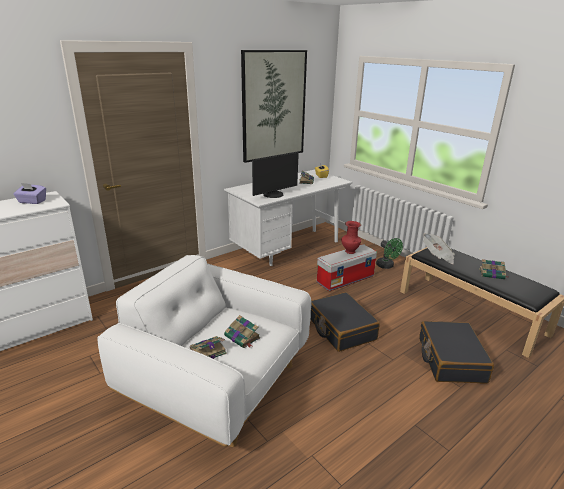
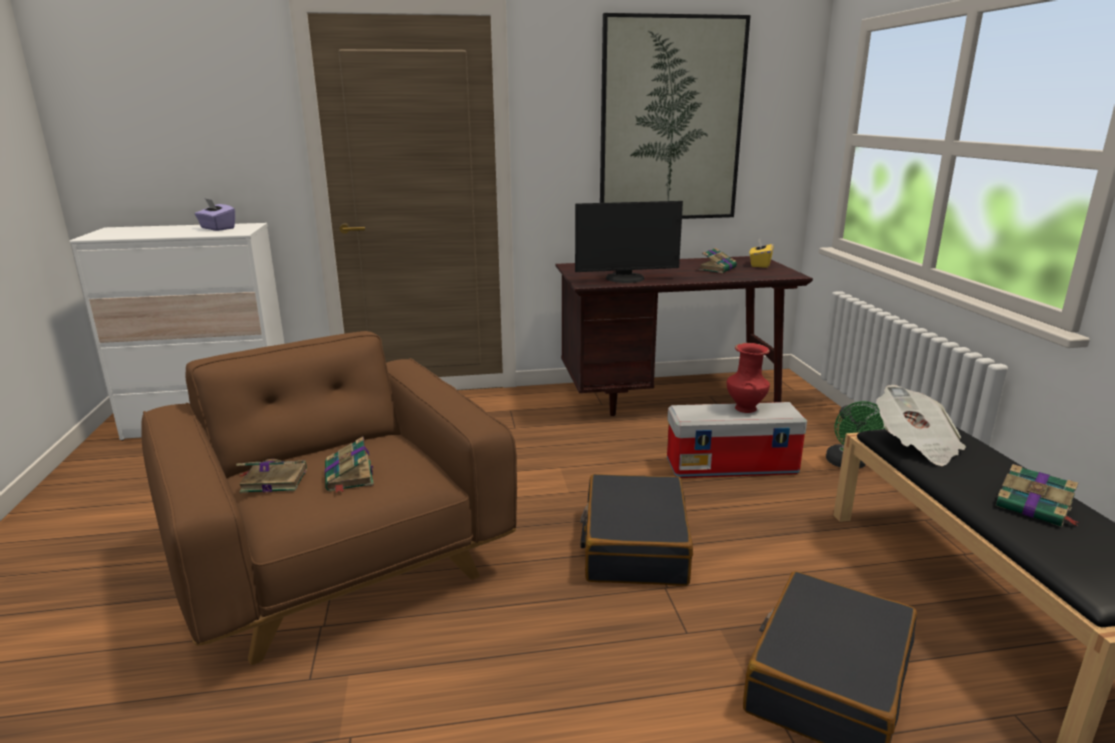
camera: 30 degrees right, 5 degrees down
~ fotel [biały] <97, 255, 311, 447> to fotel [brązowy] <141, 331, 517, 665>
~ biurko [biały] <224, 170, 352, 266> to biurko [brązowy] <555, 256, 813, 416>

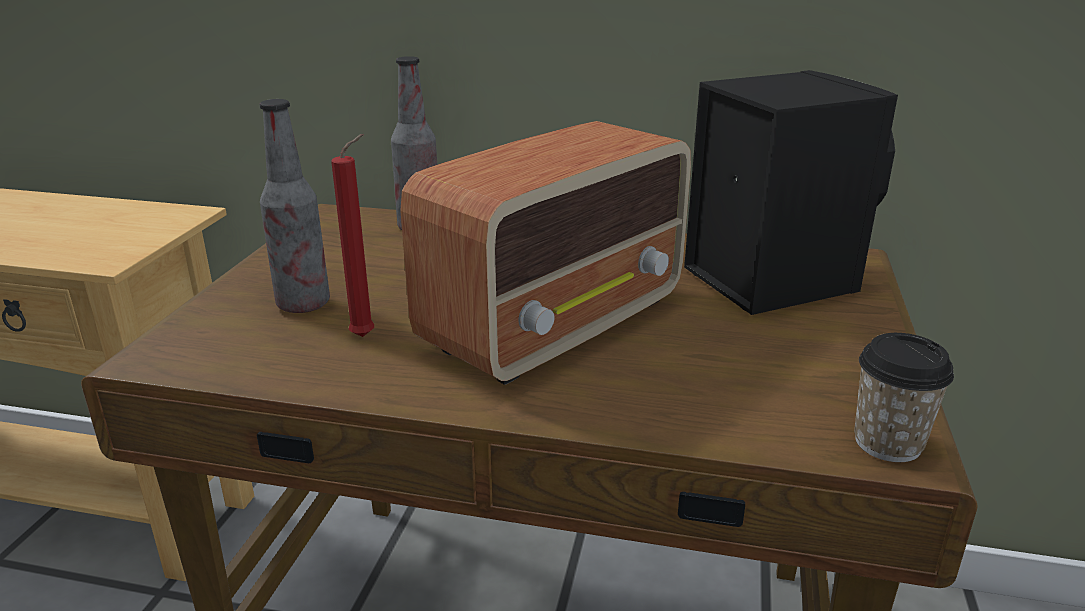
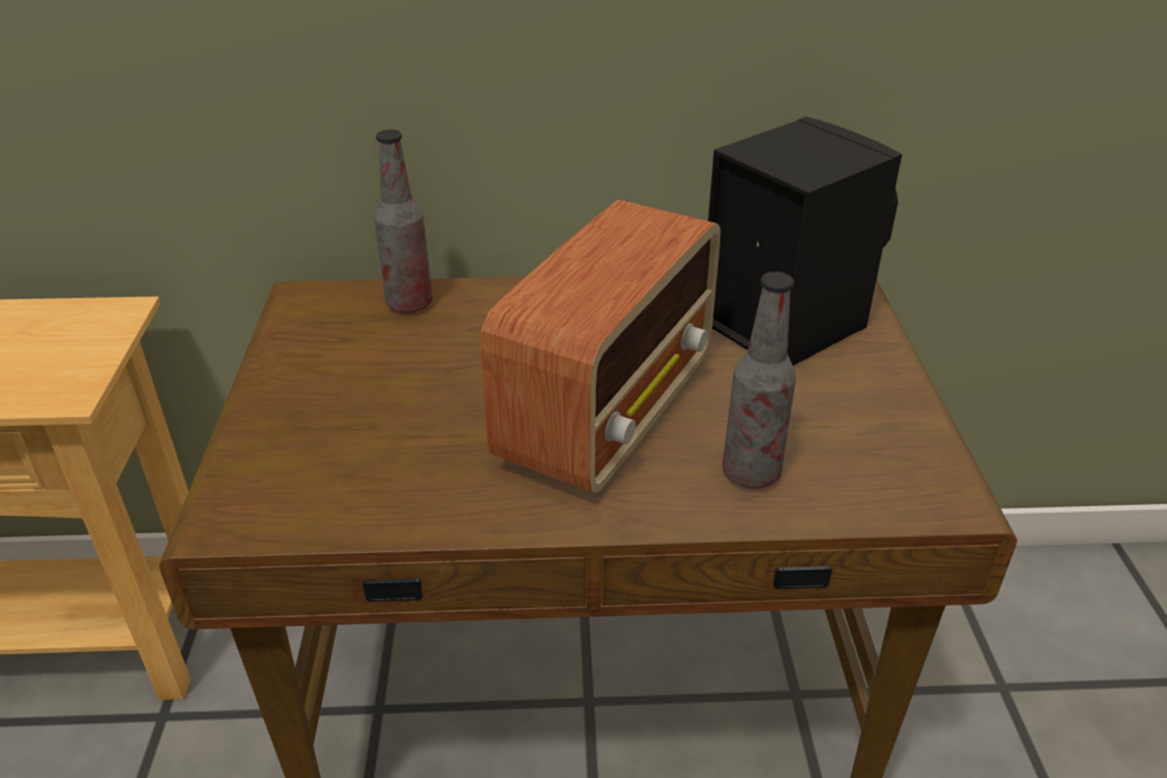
camera: 15 degrees left, 10 degrees up
- świeca [czerwony] <331, 134, 374, 337>
- filiżanka <854, 333, 954, 462>
~ butelka <260, 99, 330, 313> to <723, 272, 796, 489>

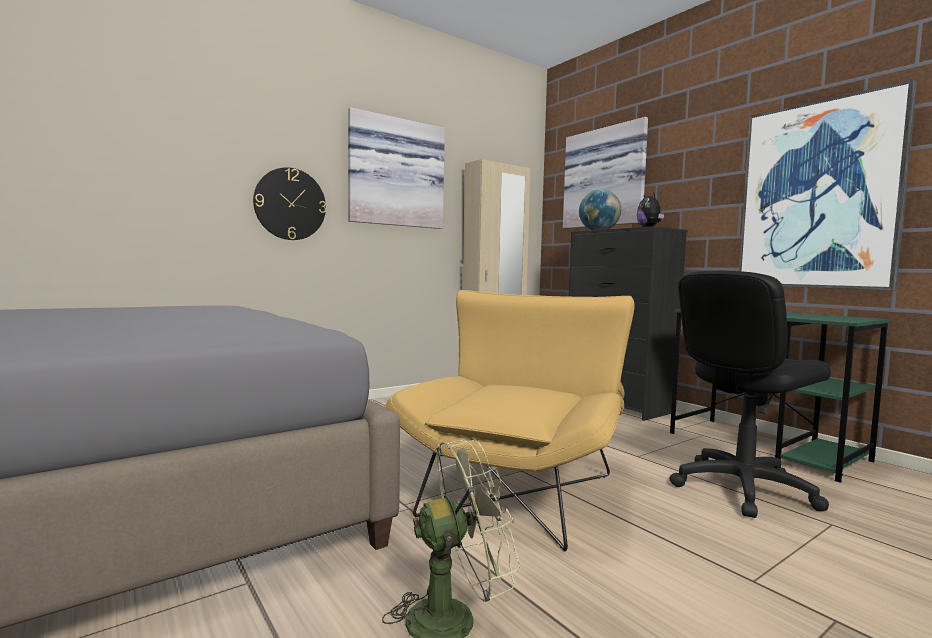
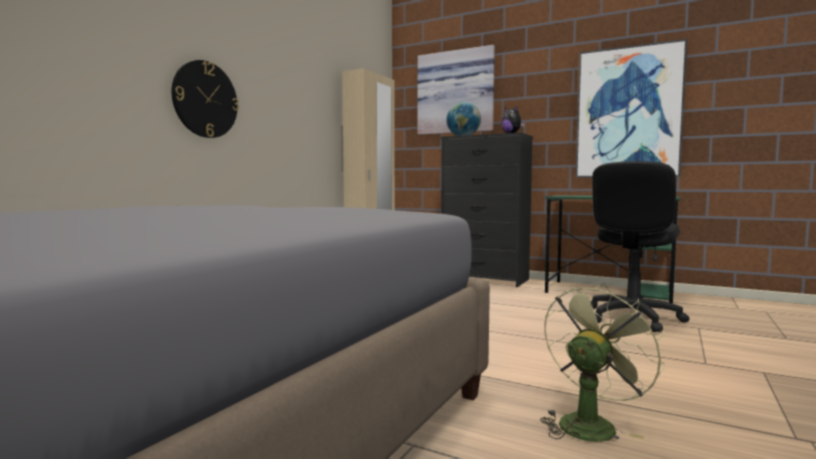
camera: 25 degrees left, 0 degrees up
- obraz <348, 107, 445, 229>
- fotel [żółty] <385, 290, 635, 551>

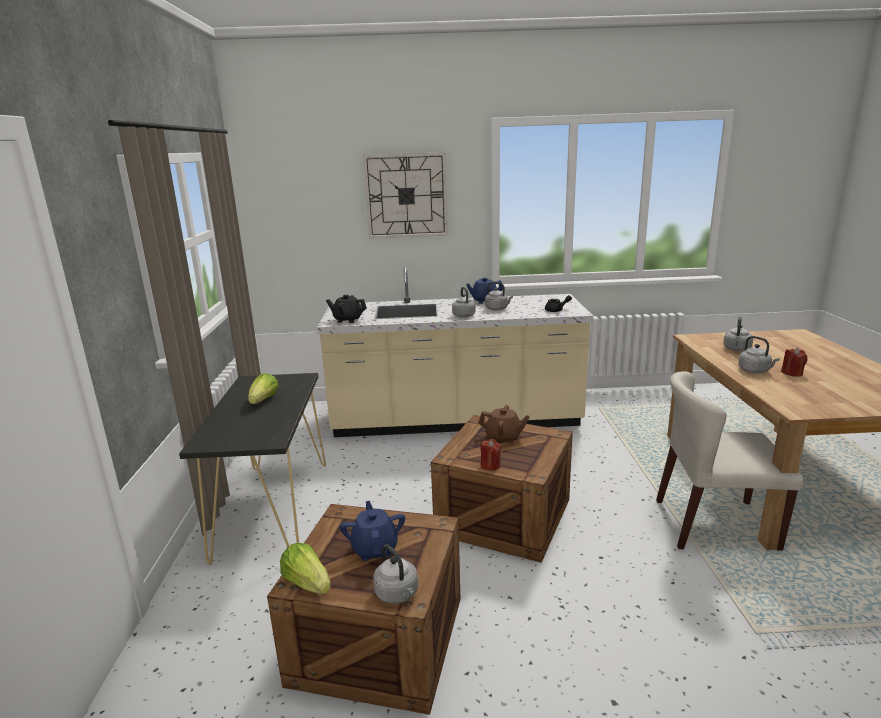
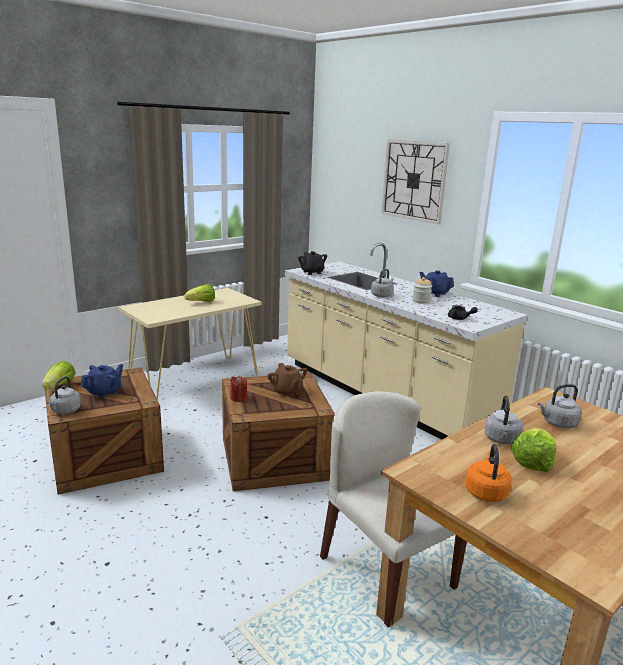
camera: 50 degrees right, 0 degrees up
+ czajnik [pomarańczowy] <465, 444, 512, 502>
~ czajnik [szary] <485, 282, 513, 311> to słoik <412, 277, 432, 304>
~ świeca [czerwony] <781, 348, 808, 377> to sałata <511, 428, 556, 472>
~ stolik konsolowy [czarny] <179, 373, 326, 565> to stolik konsolowy [beżowy] <119, 288, 261, 400>

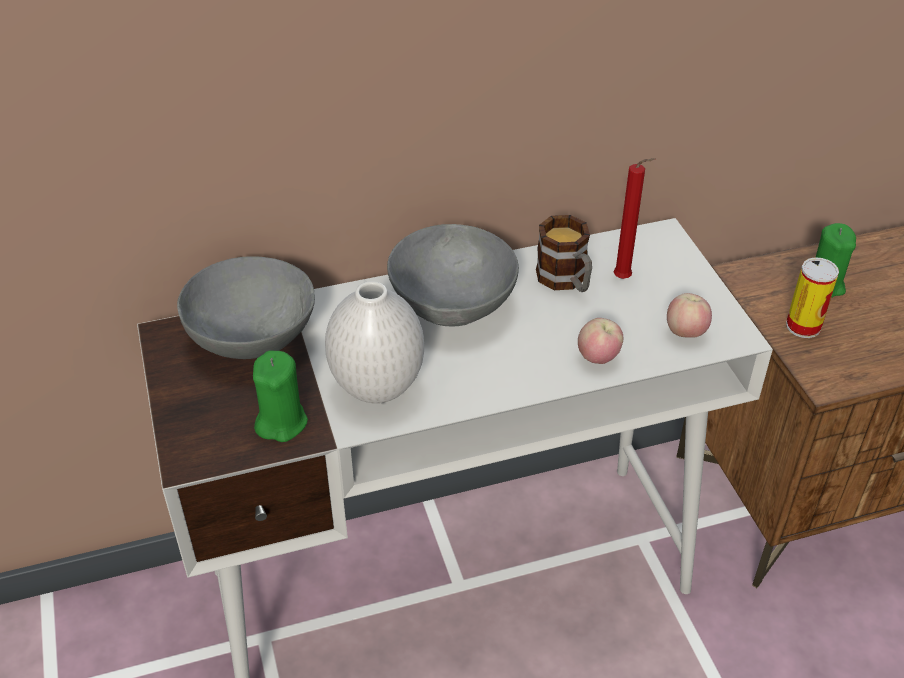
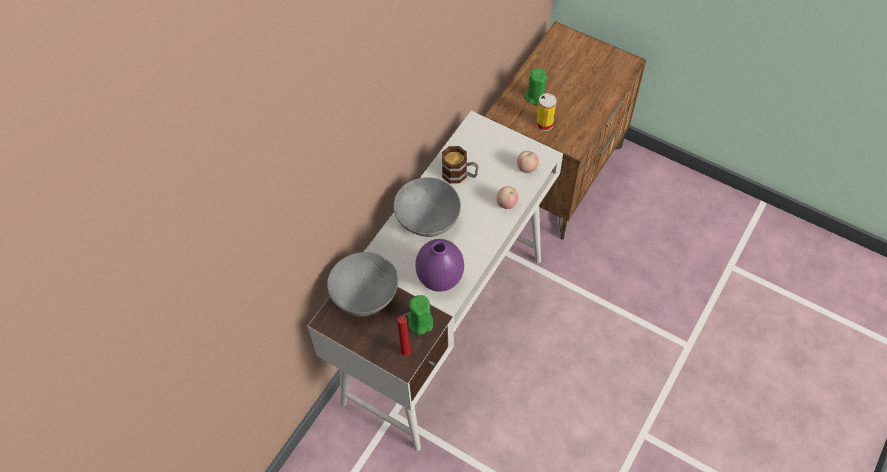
camera: 40 degrees left, 15 degrees up
~ świeca [czerwony] <613, 158, 655, 279> to <397, 312, 411, 356>
~ wazon [biały] <325, 281, 424, 404> to wazon [fioletowy] <415, 239, 464, 292>

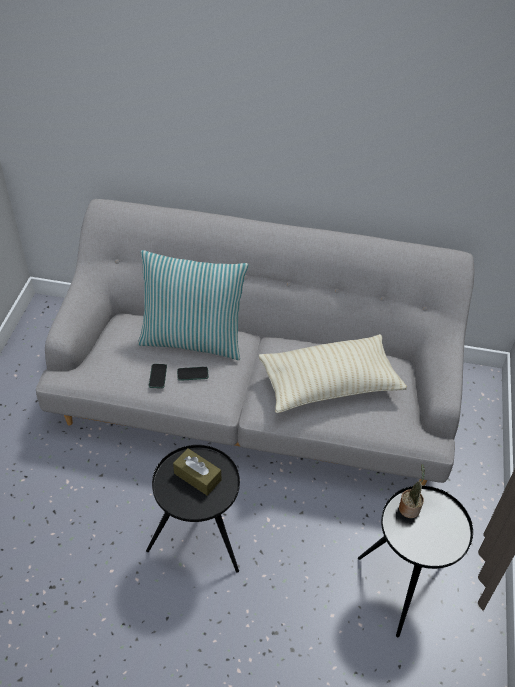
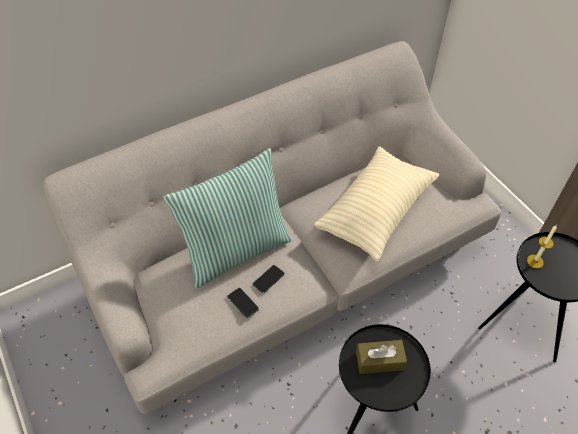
camera: 40 degrees left, 5 degrees up
~ roślina doniczkowa <399, 464, 425, 518> to świeca <527, 225, 557, 268>

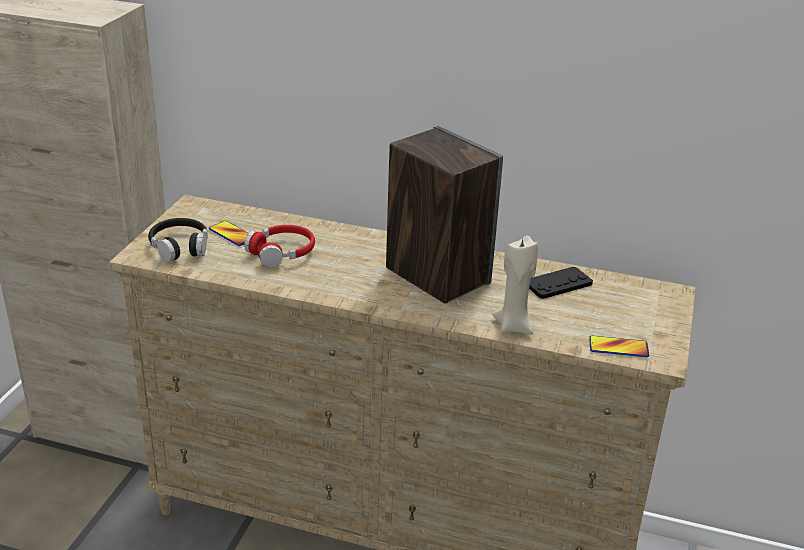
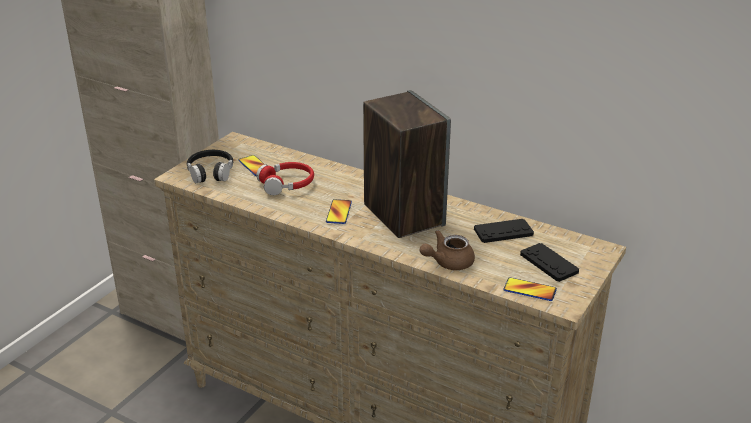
camera: 15 degrees right, 0 degrees up
+ telefon <326, 199, 352, 224>
+ pad do gier [czarny] <520, 243, 579, 282>
~ świeca [beżowy] <492, 236, 538, 335> to imbryk [brązowy] <420, 230, 475, 270>

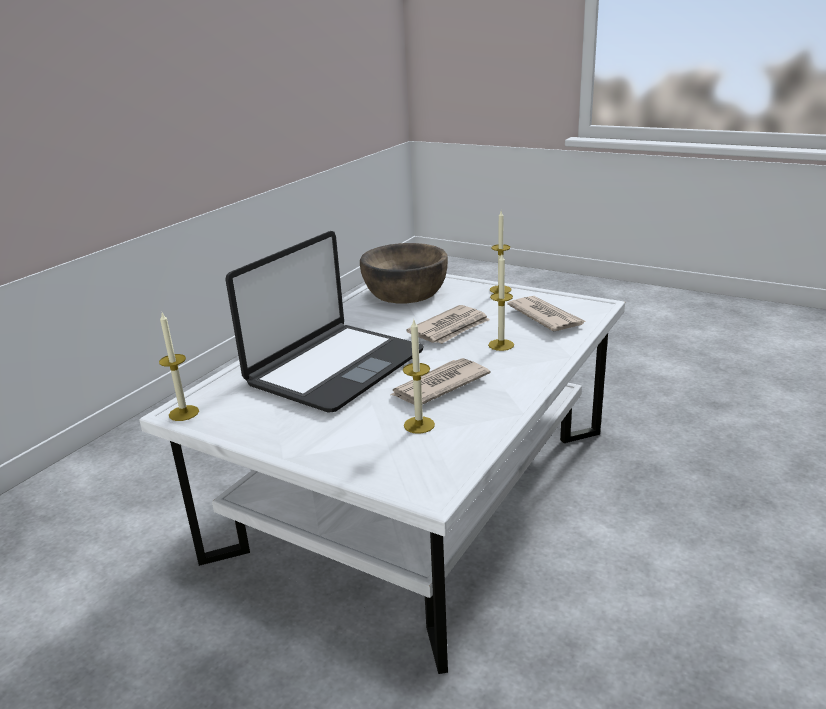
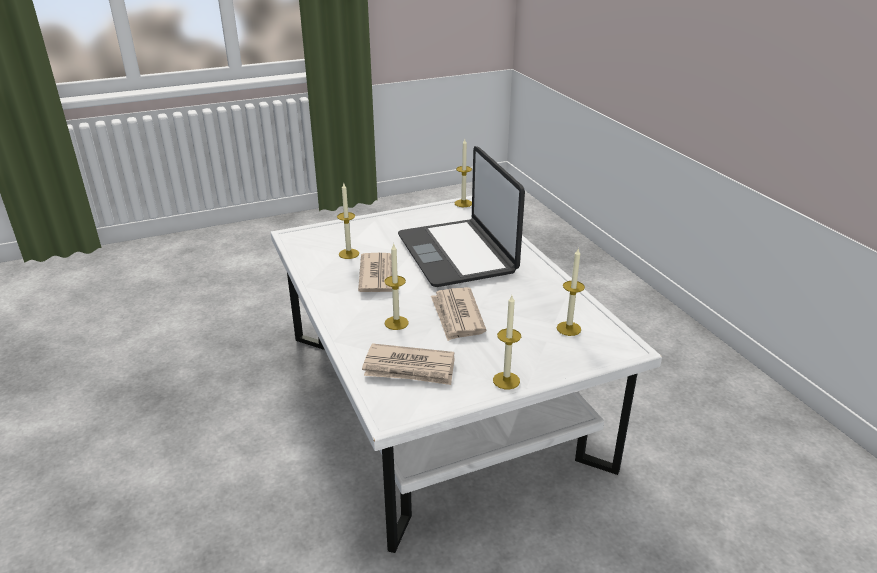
camera: 125 degrees right, 5 degrees up
~ miska [brązowy] <360, 243, 448, 303> to świeca <556, 249, 585, 336>

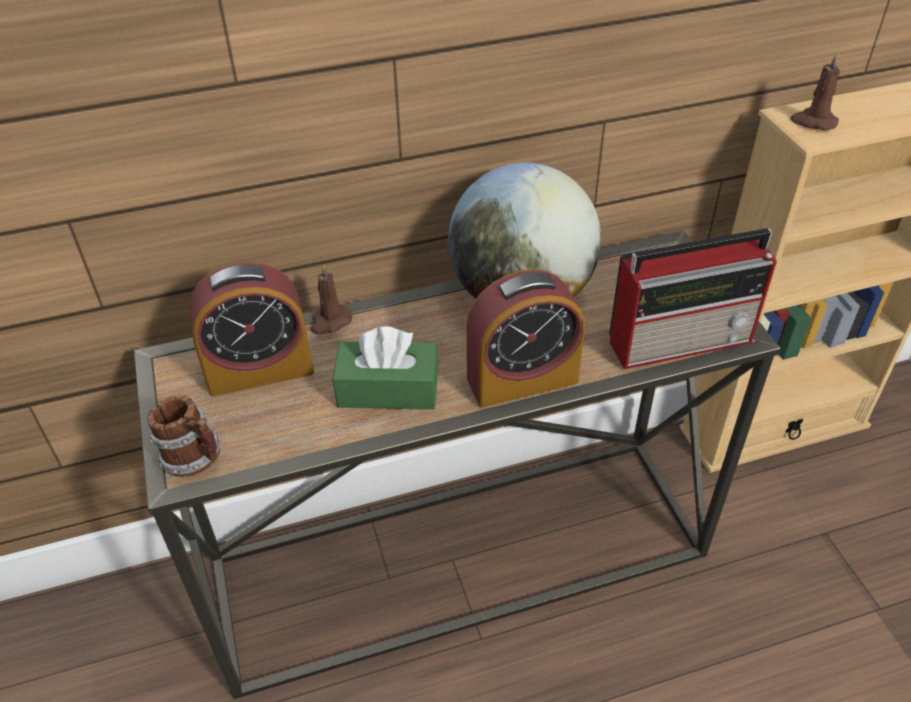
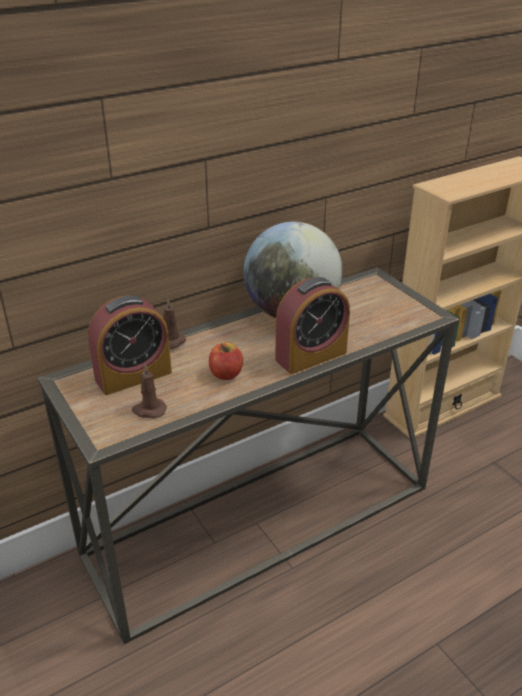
camera: 15 degrees left, 10 degrees down
- kubek <147, 396, 221, 477>
- radio <609, 228, 777, 369>
~ świeca [brązowy] <790, 53, 840, 130> to <132, 365, 167, 418>
~ pudełko chusteczek [zielony] <333, 326, 439, 410> to jabłko <209, 342, 243, 380>

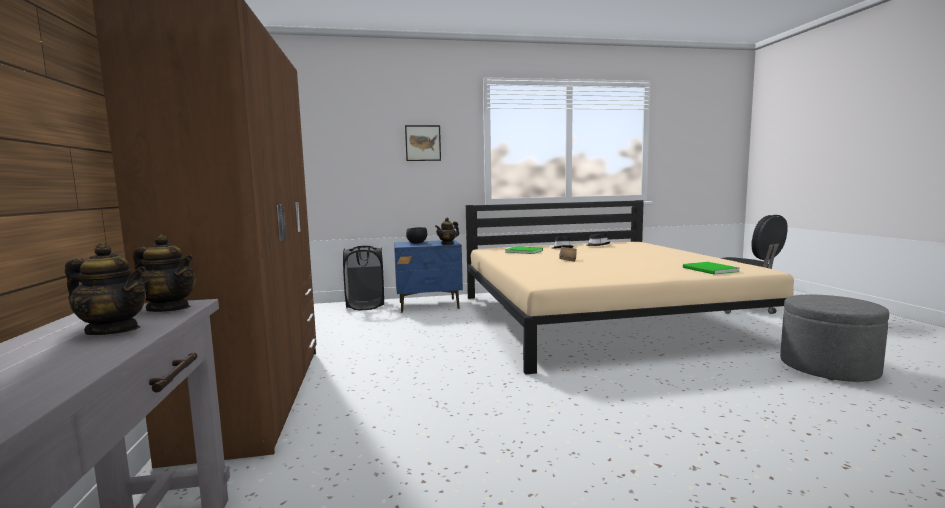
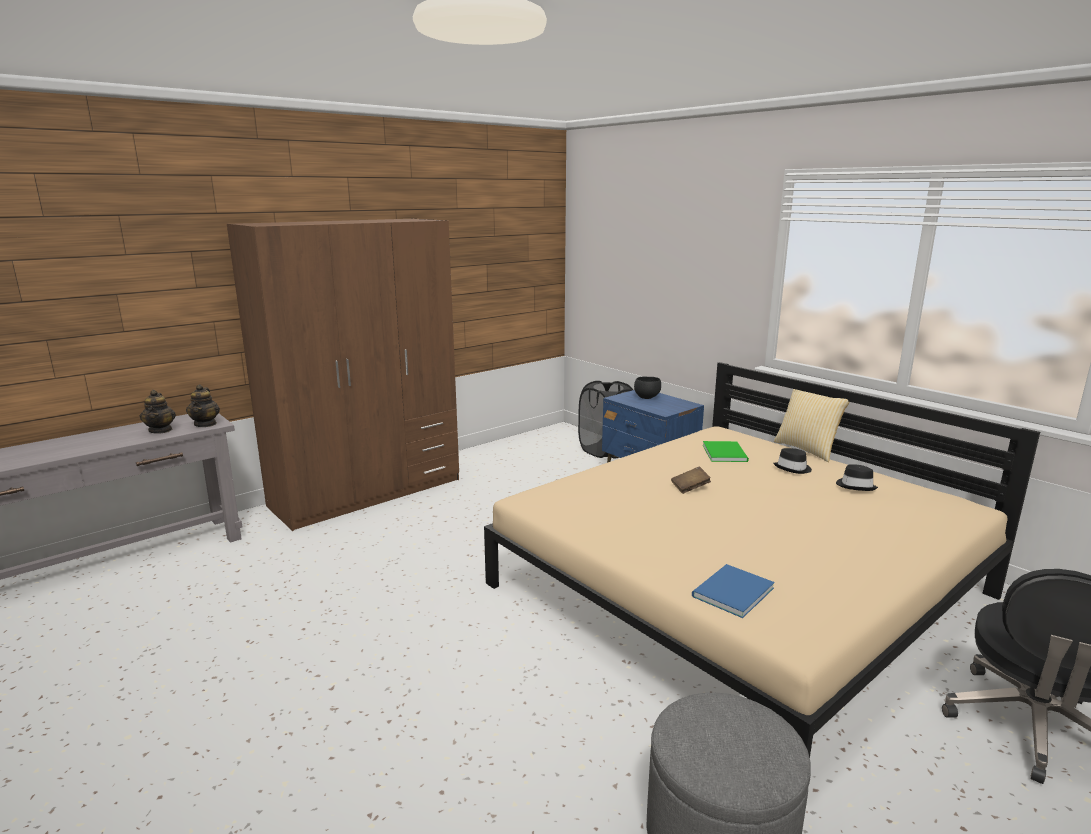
camera: 60 degrees right, 10 degrees up
- obraz <405, 125, 441, 161>
- imbryk <435, 218, 459, 245>
+ poduszka <774, 389, 850, 462>
~ książka [zielony] <683, 262, 740, 275> to książka [niebieski] <692, 564, 775, 618>

